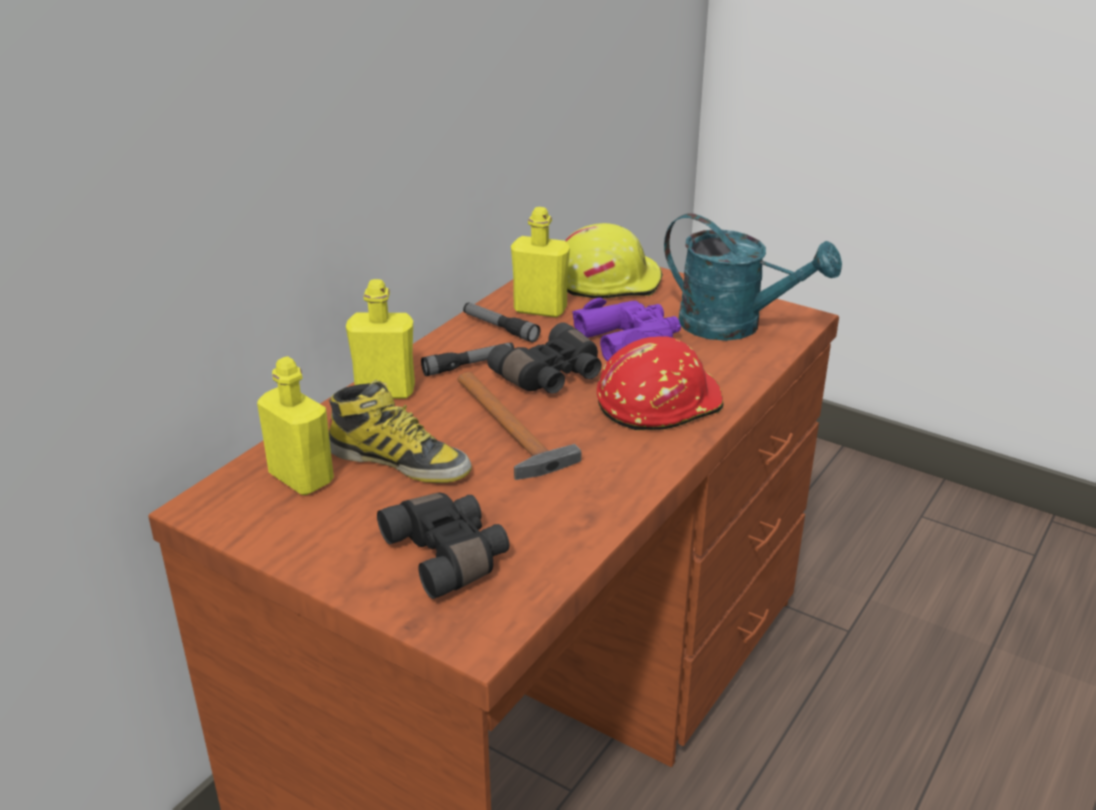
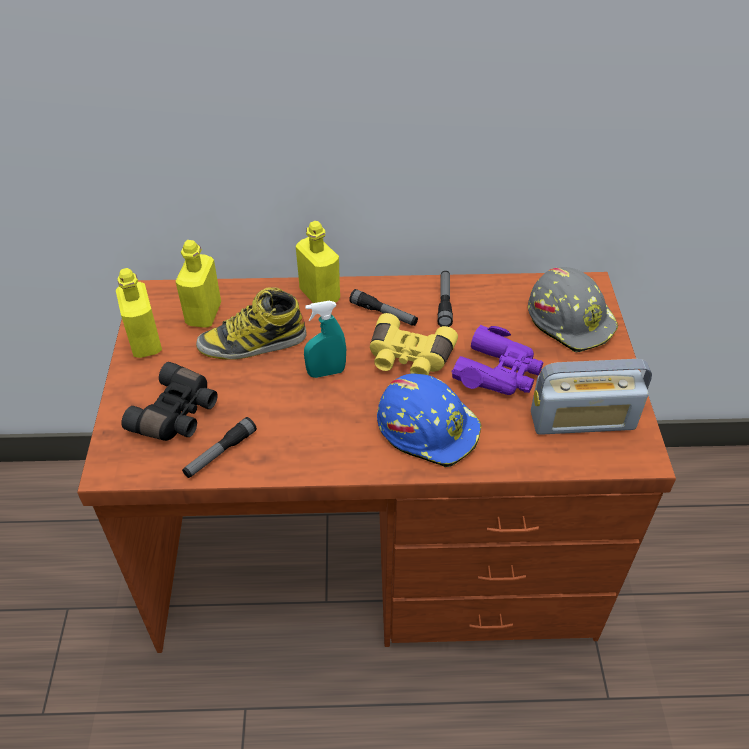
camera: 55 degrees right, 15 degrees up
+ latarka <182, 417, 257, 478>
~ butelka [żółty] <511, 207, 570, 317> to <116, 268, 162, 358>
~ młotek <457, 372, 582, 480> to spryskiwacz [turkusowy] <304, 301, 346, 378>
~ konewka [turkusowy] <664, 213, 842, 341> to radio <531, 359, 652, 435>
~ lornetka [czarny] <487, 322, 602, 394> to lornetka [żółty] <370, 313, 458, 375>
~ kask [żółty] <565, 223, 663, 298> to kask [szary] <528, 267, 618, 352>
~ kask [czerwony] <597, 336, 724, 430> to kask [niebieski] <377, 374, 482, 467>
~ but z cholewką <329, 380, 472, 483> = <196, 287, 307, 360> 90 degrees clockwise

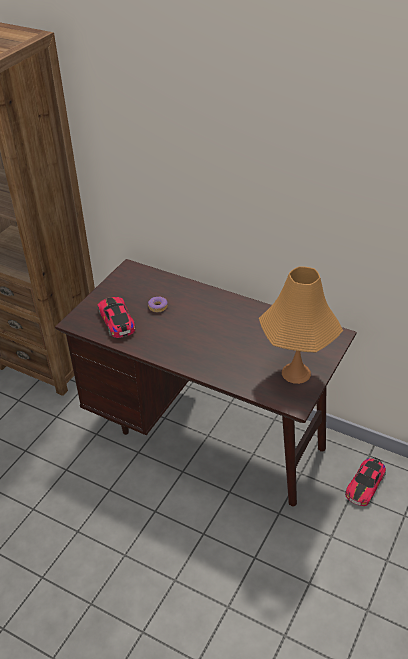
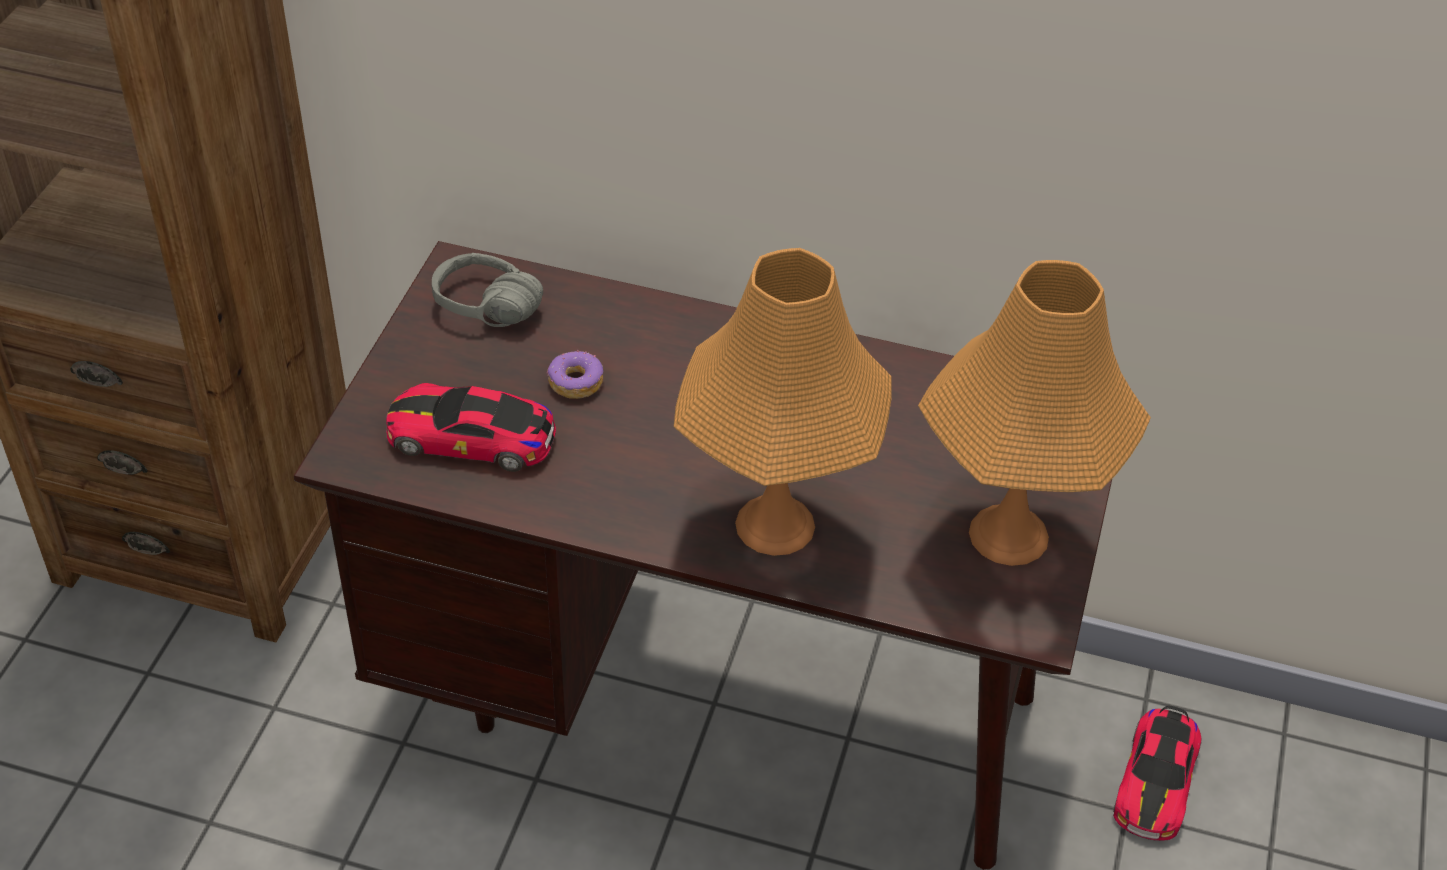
camera: 15 degrees left, 5 degrees up
+ słuchawki [szary] <432, 253, 543, 327>
+ lampa stołowa [pomarańczowy] <674, 248, 892, 556>
~ samochodzik <98, 297, 136, 338> = <386, 383, 556, 472> 45 degrees counterclockwise

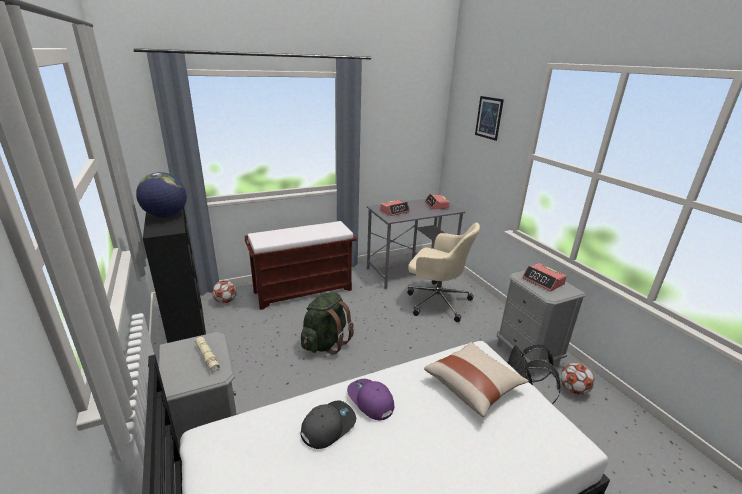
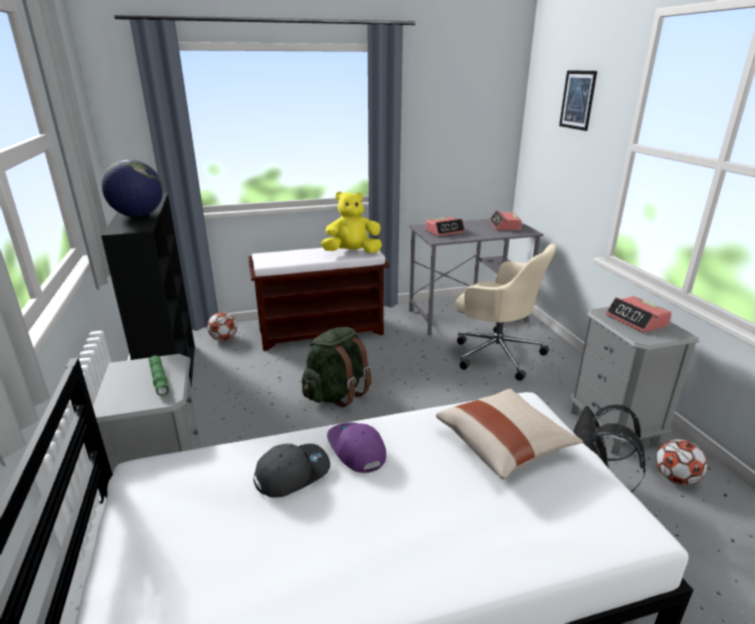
camera: 10 degrees right, 0 degrees up
+ pluszak [żółty] <321, 191, 382, 253>
~ latarka [beżowy] <195, 337, 220, 373> to latarka [zielony] <149, 355, 169, 396>

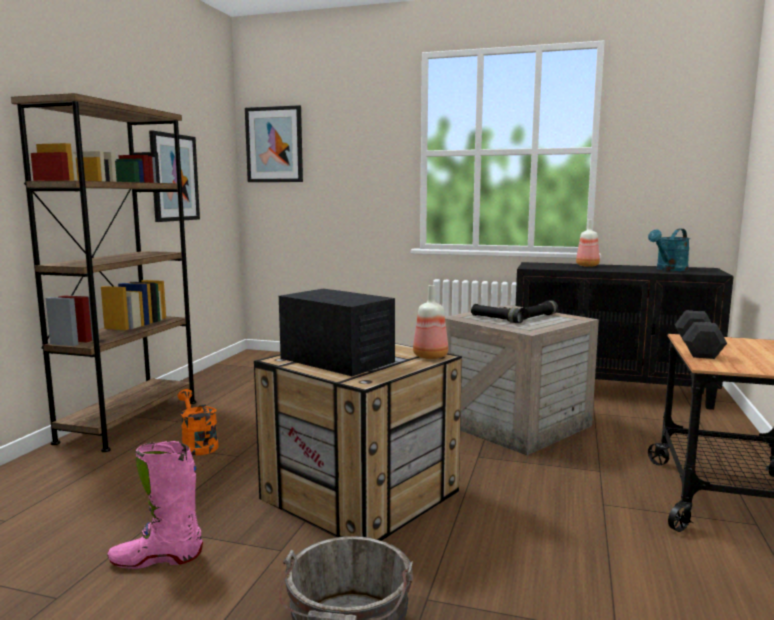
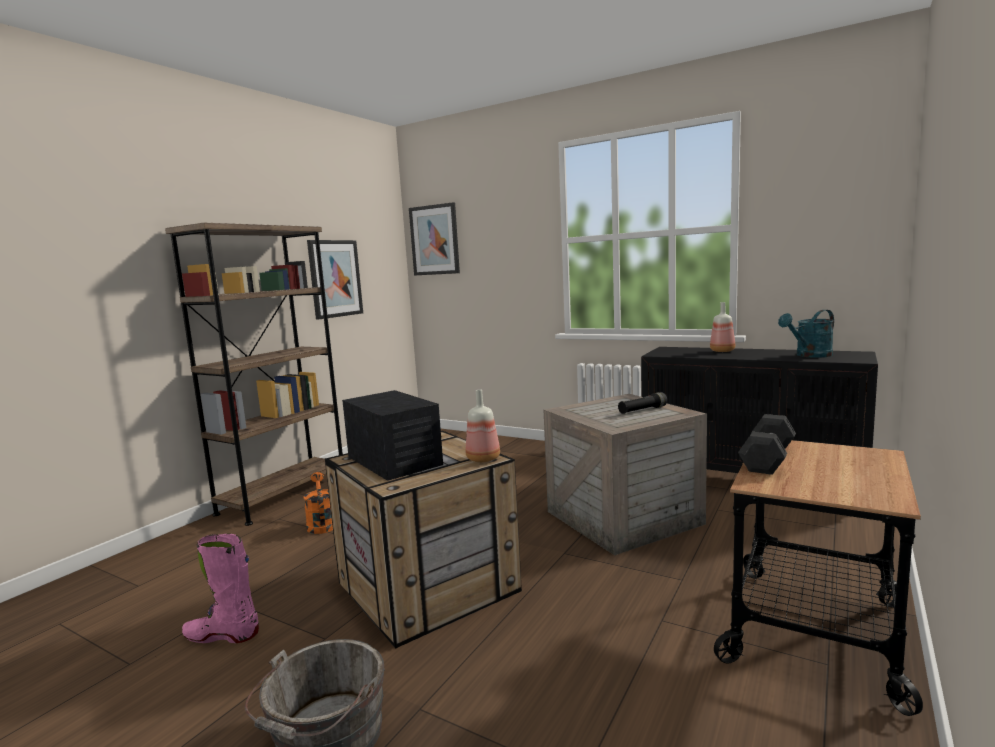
camera: 15 degrees right, 0 degrees up
- latarka [czarny] <471, 304, 524, 323>

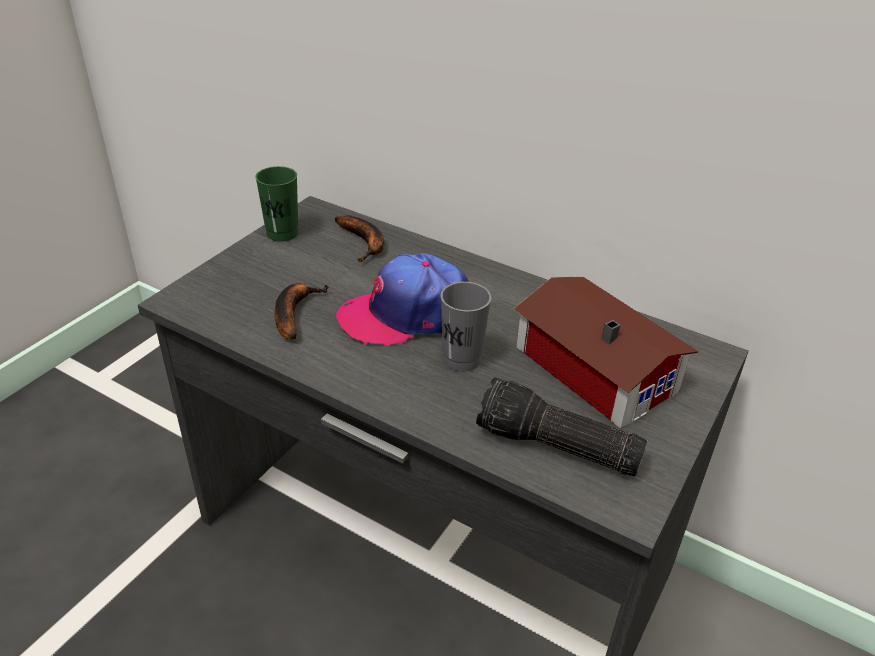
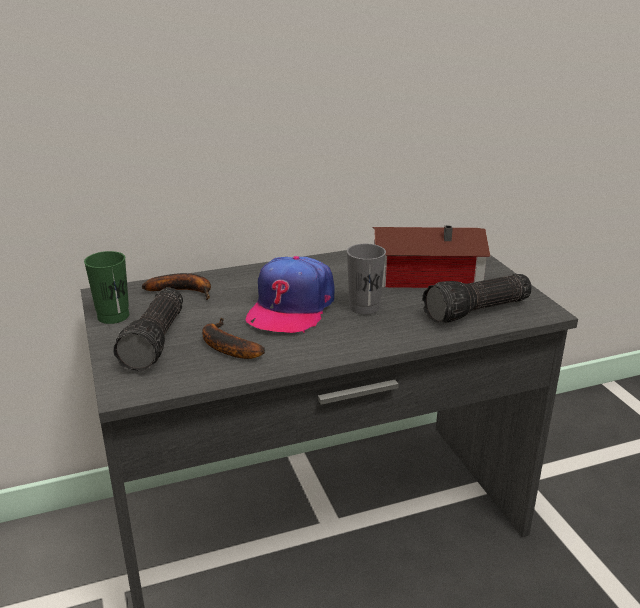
camera: 50 degrees left, 10 degrees down
+ latarka <113, 288, 183, 372>

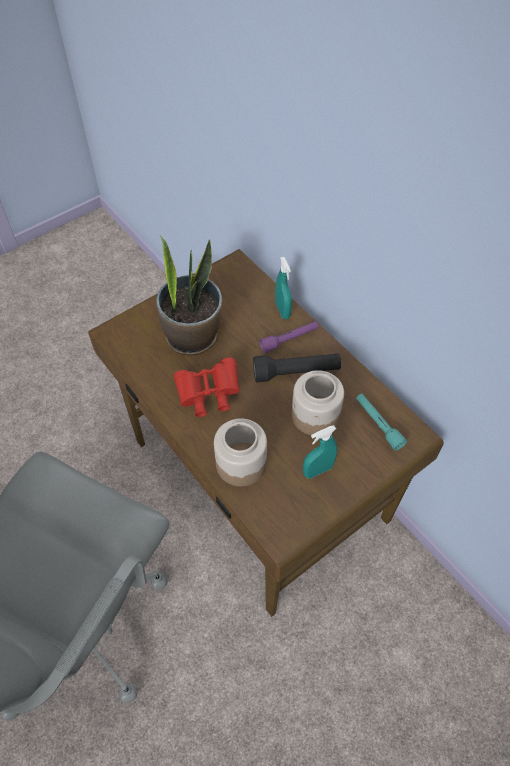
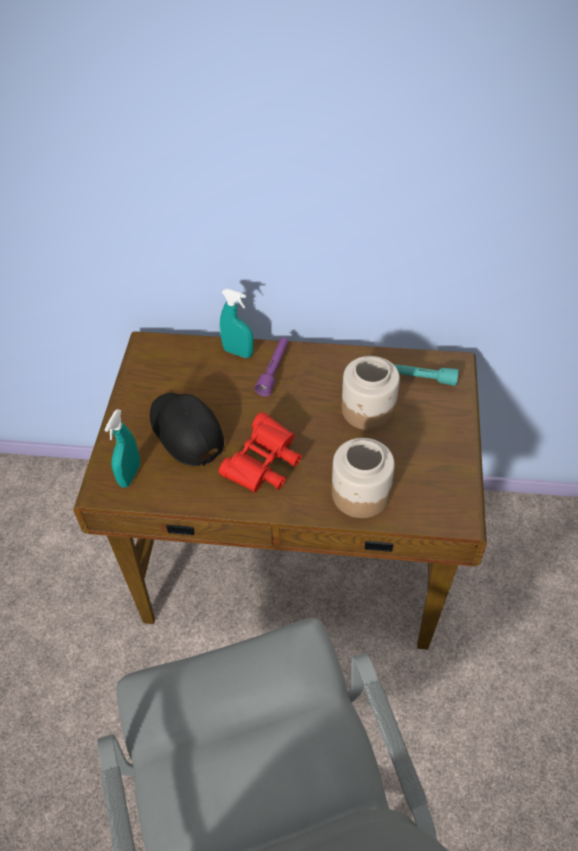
camera: 45 degrees left, 5 degrees down
- latarka [czarny] <253, 354, 341, 383>
~ spryskiwacz [turkusowy] <303, 425, 337, 479> to <104, 409, 140, 488>
~ roślina doniczkowa <156, 236, 222, 355> to czapka z daszkiem [czarny] <150, 393, 224, 466>

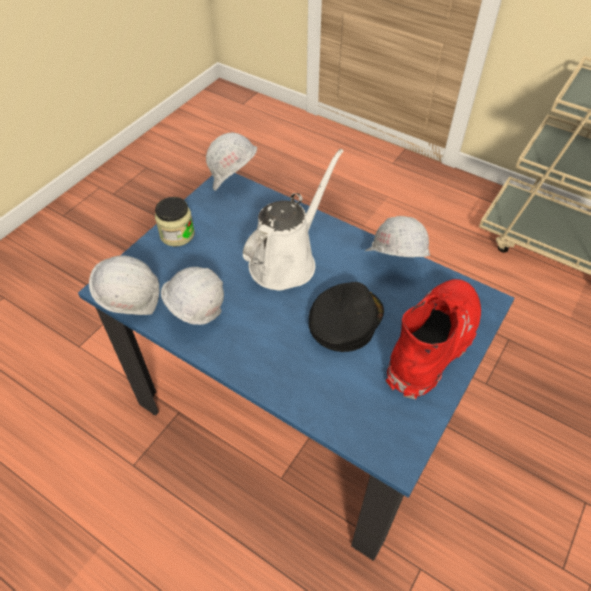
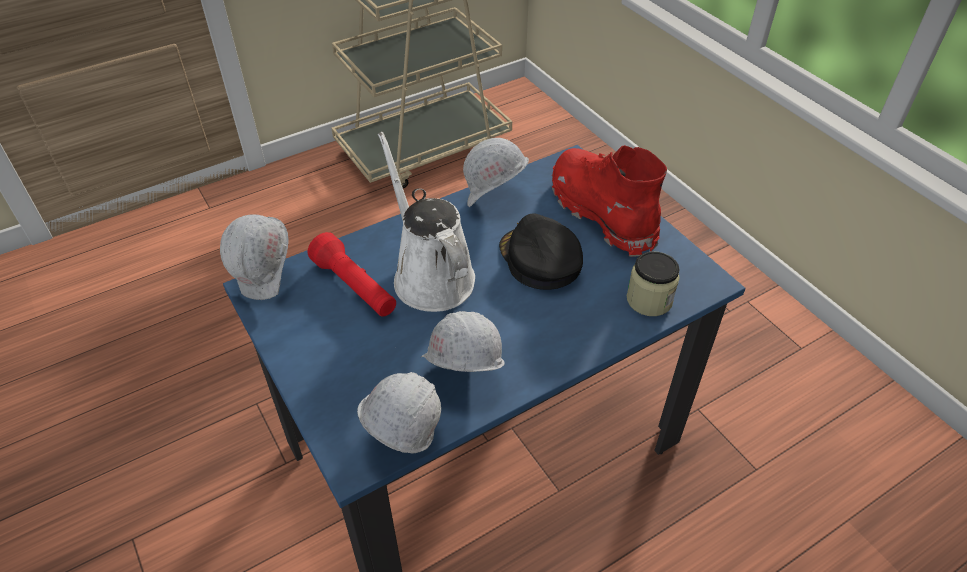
camera: 65 degrees left, 5 degrees down
+ latarka [czerwony] <308, 232, 396, 317>
~ słoik <155, 197, 195, 246> to <627, 251, 680, 316>

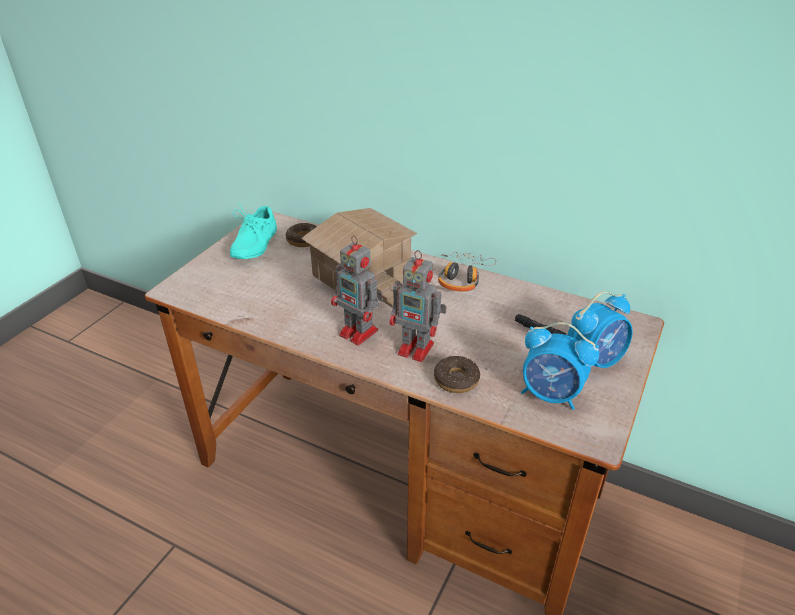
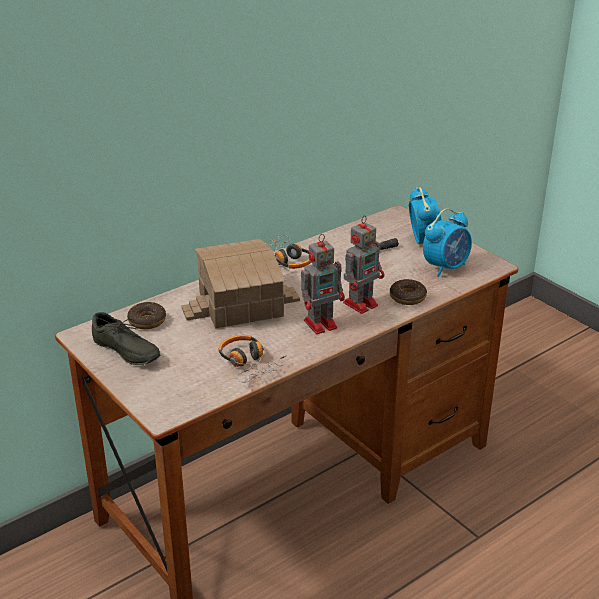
camera: 65 degrees left, 5 degrees down
+ słuchawki <218, 335, 287, 383>
~ but [turkusowy] <230, 202, 277, 259> to but [szary] <92, 312, 160, 365>

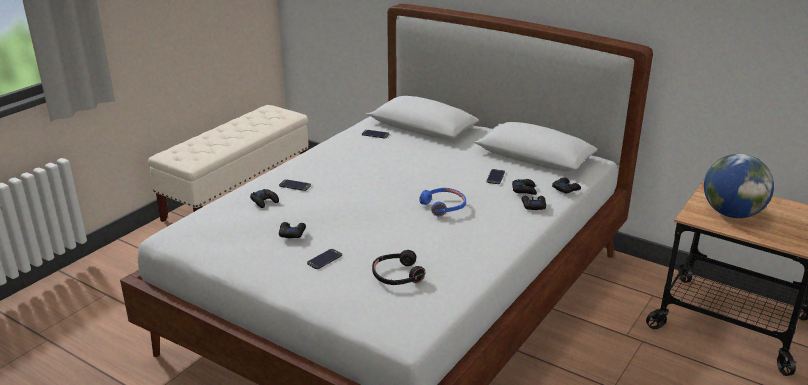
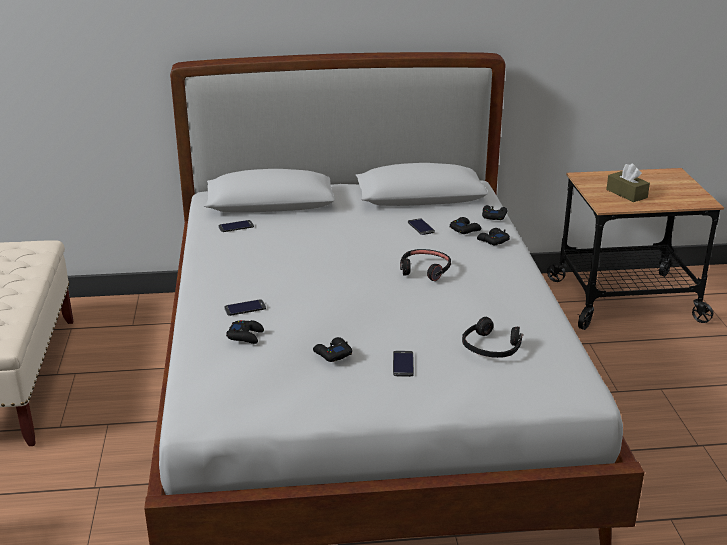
camera: 40 degrees left, 0 degrees up
~ globus <704, 154, 774, 218> to pudełko chusteczek [brązowy] <606, 163, 650, 202>
~ słuchawki [niebieski] <419, 188, 466, 216> to słuchawki [czarny] <400, 249, 451, 281>

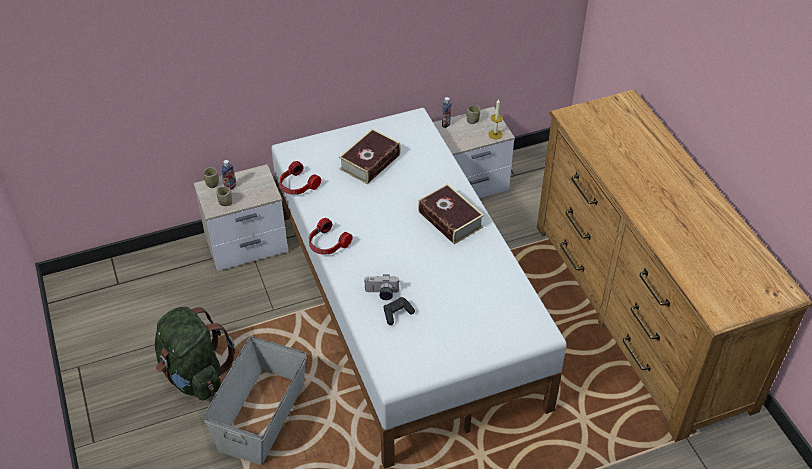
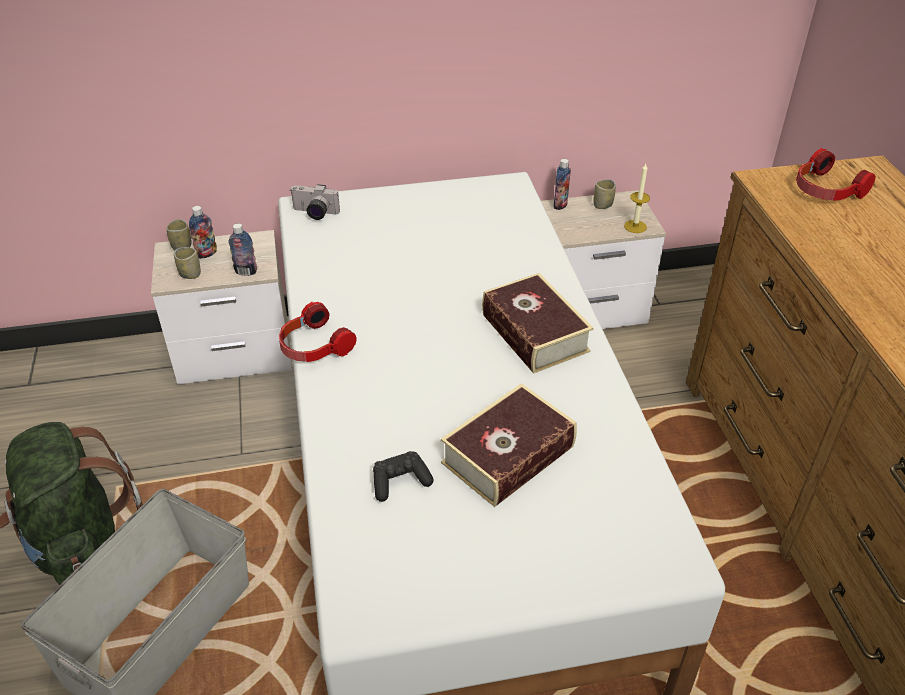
camera: 10 degrees right, 5 degrees down
+ butelka <228, 223, 257, 276>
~ słuchawki <280, 161, 321, 195> to <796, 148, 876, 201>
~ książka <339, 129, 401, 184> to <441, 383, 577, 507>
~ aparat fotograficzny <364, 275, 399, 300> to <291, 184, 340, 220>

